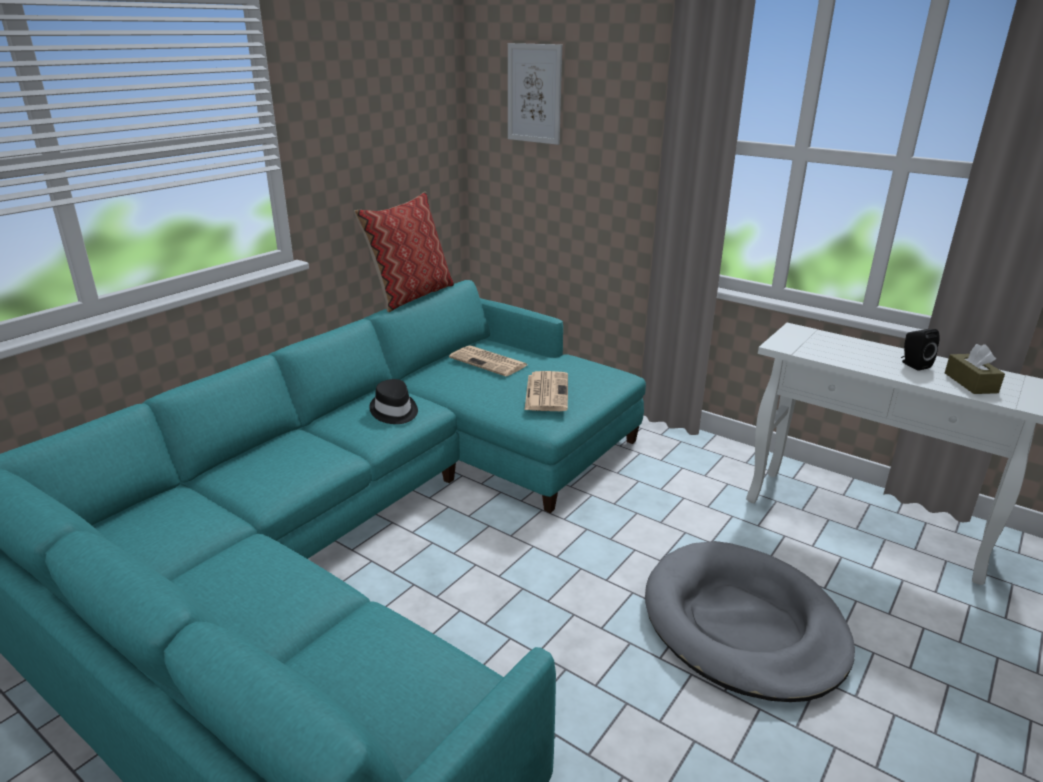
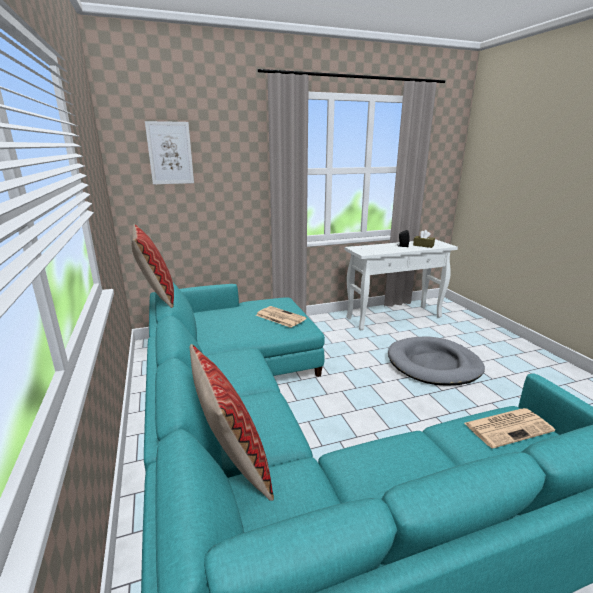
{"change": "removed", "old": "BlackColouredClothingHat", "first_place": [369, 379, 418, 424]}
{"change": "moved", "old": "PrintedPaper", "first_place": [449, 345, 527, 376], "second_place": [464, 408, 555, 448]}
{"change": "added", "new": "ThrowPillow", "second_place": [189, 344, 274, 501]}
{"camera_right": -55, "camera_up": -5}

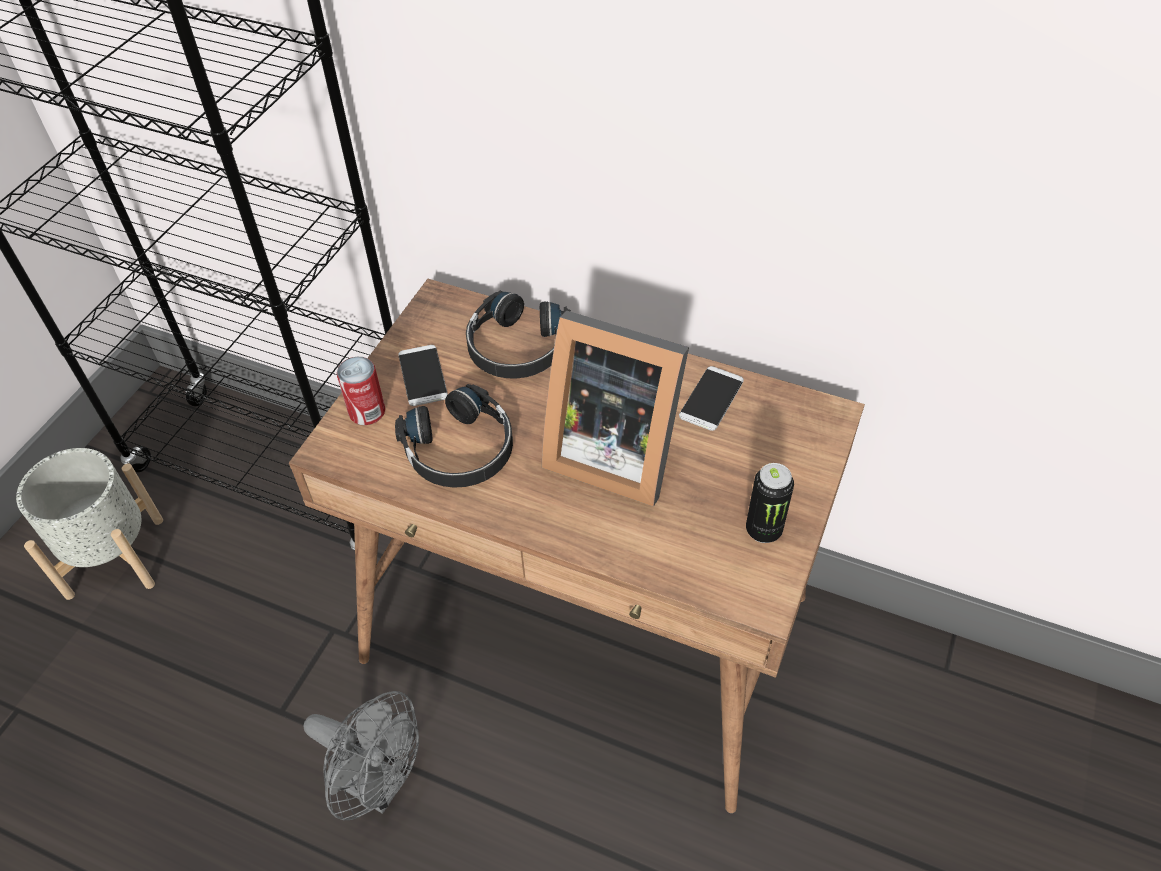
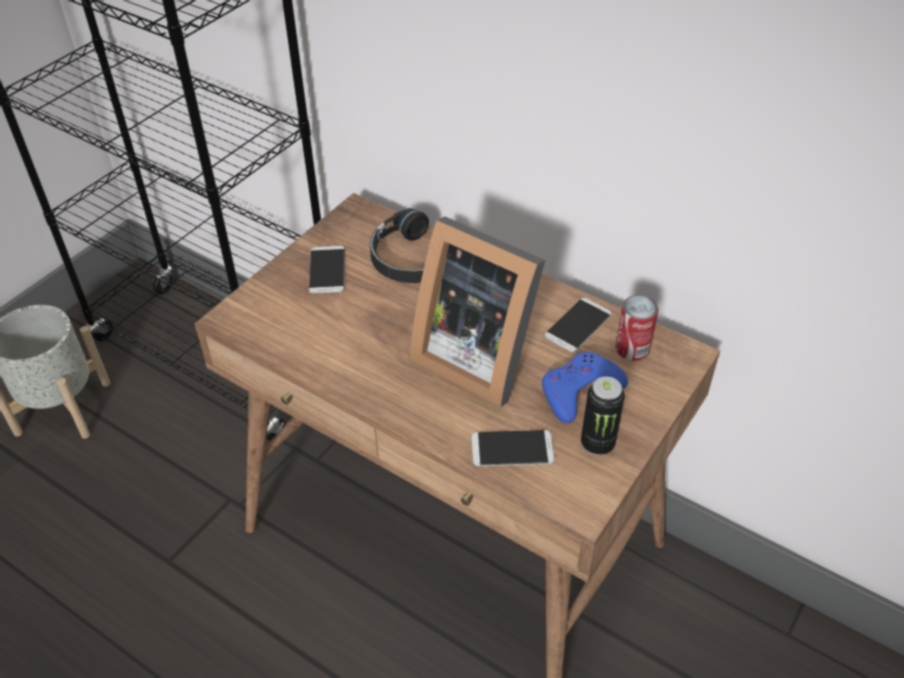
{"change": "removed", "old": "GreyishFan", "first_place": [304, 691, 419, 820]}
{"change": "moved", "old": "MetalCan", "first_place": [337, 357, 385, 425], "second_place": [615, 295, 659, 361]}
{"change": "removed", "old": "BlackColouredHeadset", "first_place": [395, 384, 513, 488]}
{"change": "added", "new": "Phone", "second_place": [471, 430, 555, 466]}
{"change": "added", "new": "BlueGamepad", "second_place": [542, 352, 628, 423]}
{"camera_right": 10, "camera_up": -5}

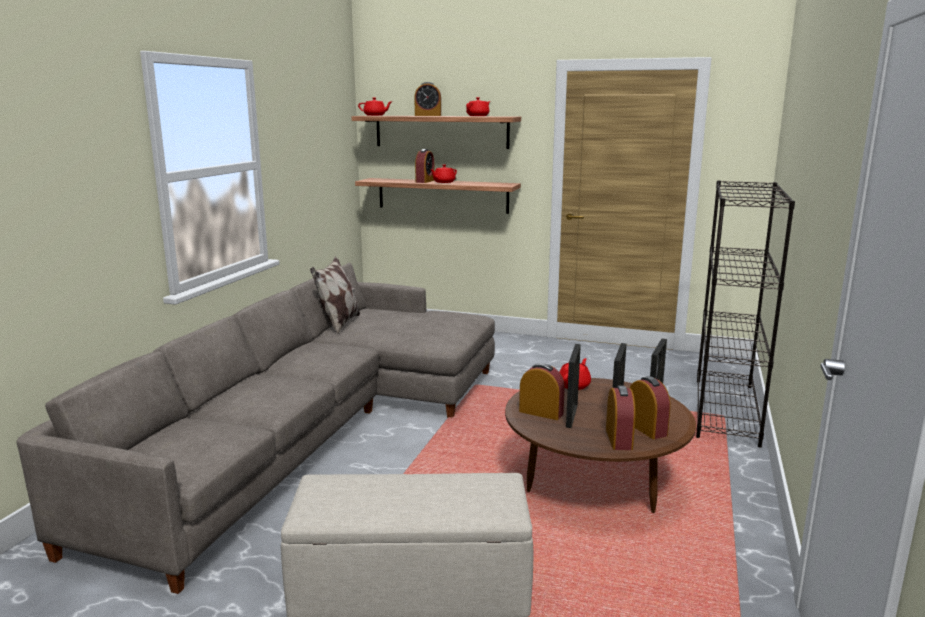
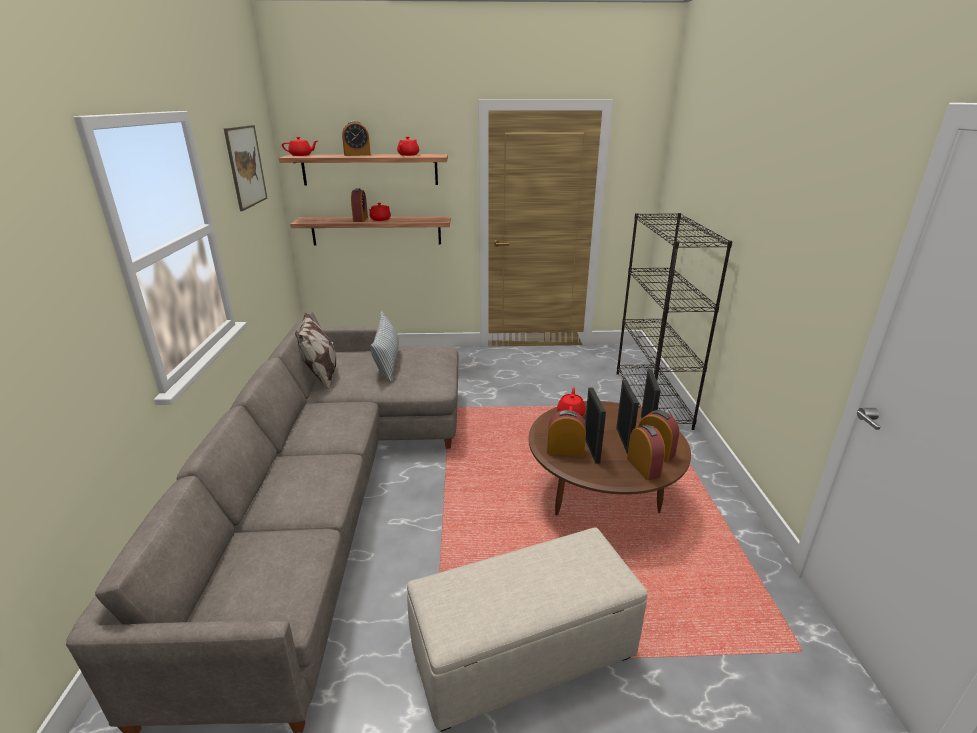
{"change": "added", "new": "WallPicture", "second_place": [224, 125, 267, 211]}
{"change": "added", "new": "ThrowPillow", "second_place": [371, 311, 399, 383]}
{"camera_right": -20, "camera_up": 10}

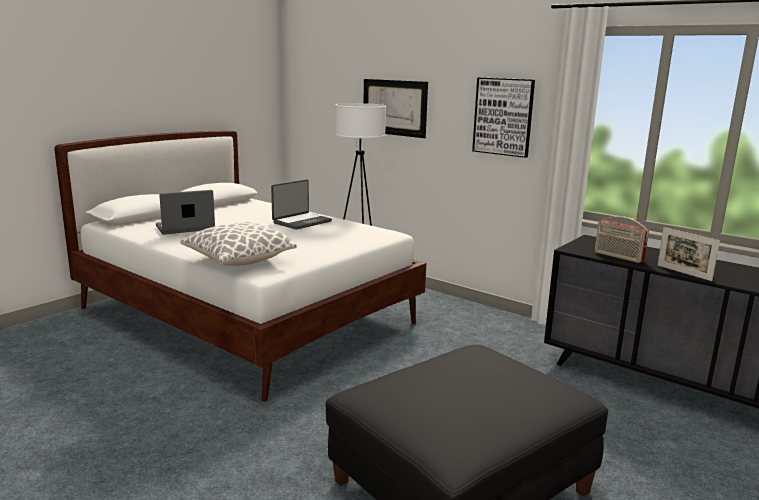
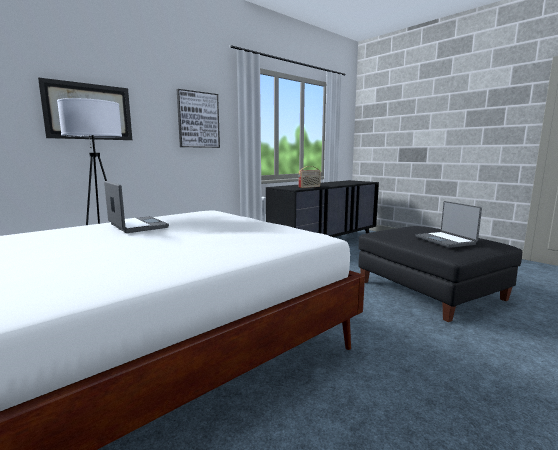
{"change": "moved", "old": "PortableComputer", "first_place": [156, 190, 215, 235], "second_place": [415, 201, 482, 248]}
{"change": "removed", "old": "ThrowPillow", "first_place": [180, 222, 297, 266]}
{"change": "removed", "old": "StandingFrame", "first_place": [658, 227, 720, 281]}
{"camera_right": -80, "camera_up": -5}

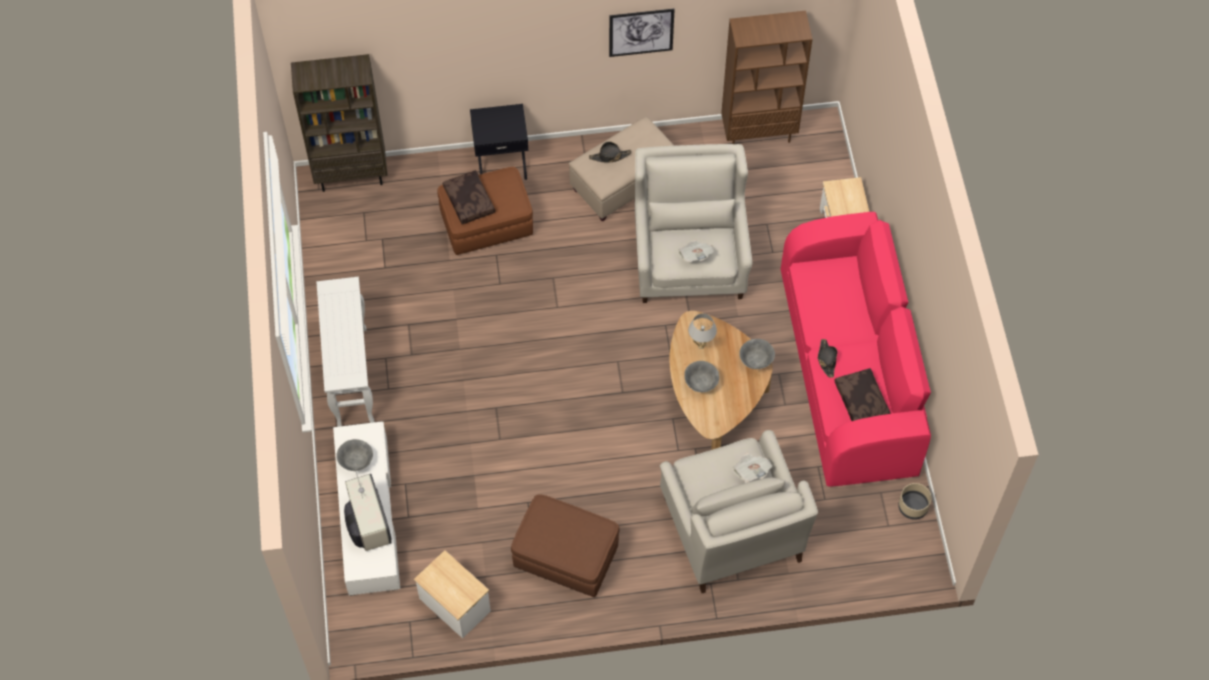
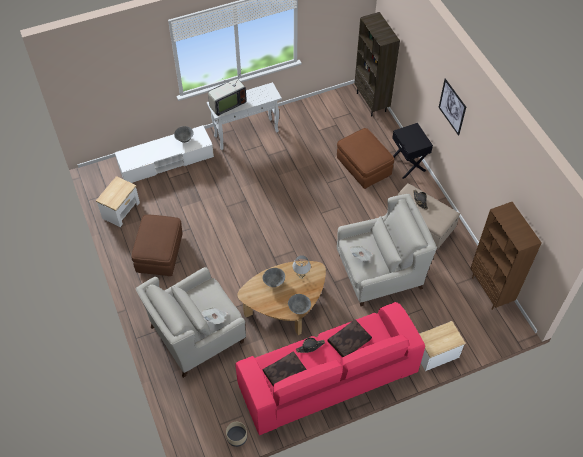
{"change": "moved", "old": "Television", "first_place": [344, 462, 392, 551], "second_place": [208, 70, 247, 116]}
{"change": "moved", "old": "BrownishThrowPillow", "first_place": [443, 170, 495, 224], "second_place": [328, 320, 372, 357]}
{"change": "moved", "old": "WallPicture", "first_place": [609, 9, 675, 57], "second_place": [439, 78, 466, 136]}
{"camera_right": 75, "camera_up": -5}

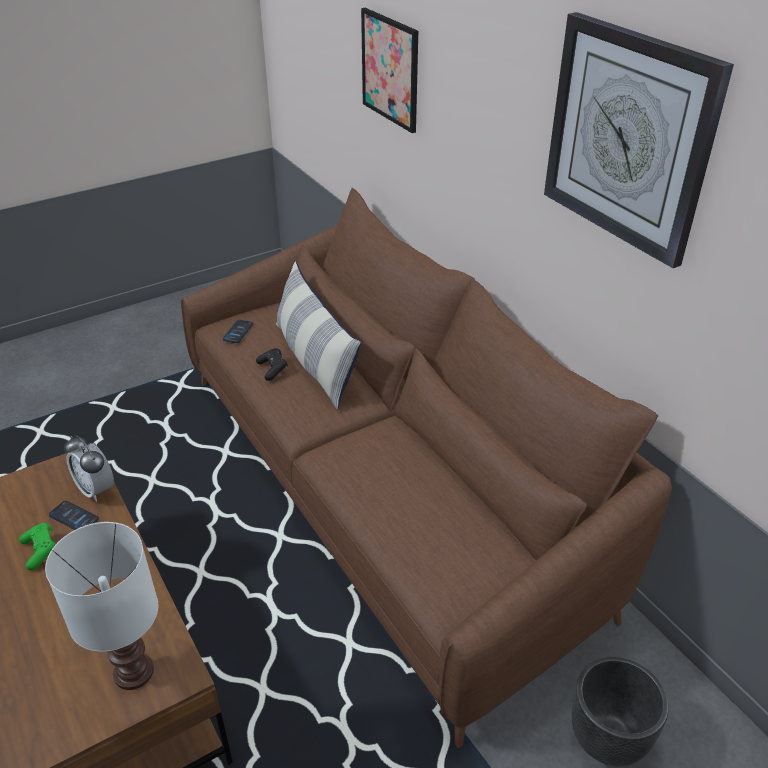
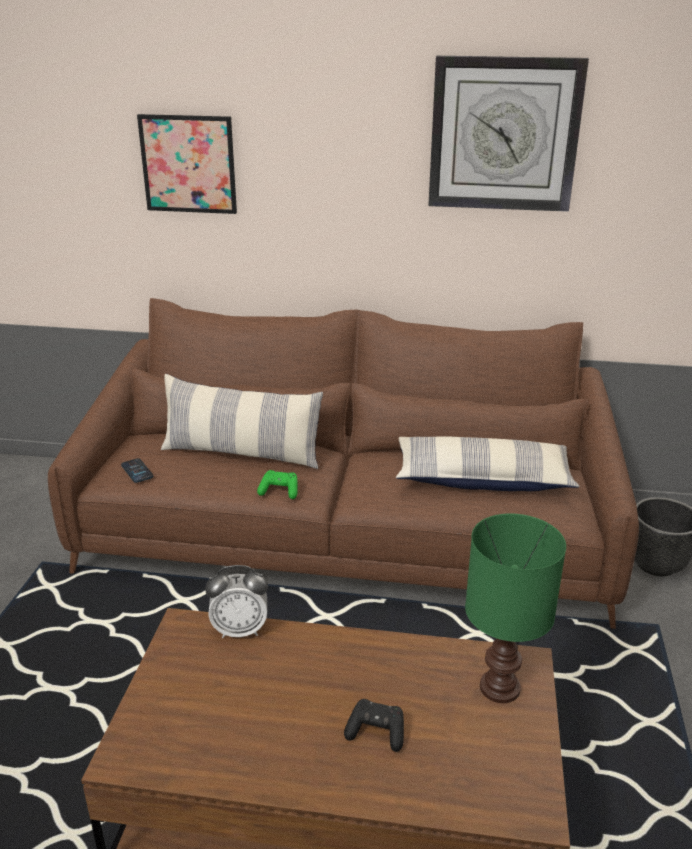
{"change": "moved", "old": "GreenGamepad", "first_place": [19, 523, 56, 570], "second_place": [257, 470, 298, 499]}
{"change": "recoloured", "old": "WhiteLampForATable", "new": "GreenLampForATable", "first_place": [45, 522, 158, 690], "second_place": [465, 513, 566, 703]}
{"change": "removed", "old": "Phone", "first_place": [49, 501, 99, 530]}
{"change": "moved", "old": "BlackColouredGamepad", "first_place": [256, 348, 288, 381], "second_place": [344, 699, 404, 752]}
{"change": "added", "new": "ThrowPillow", "second_place": [396, 436, 580, 491]}
{"camera_right": -50, "camera_up": -10}

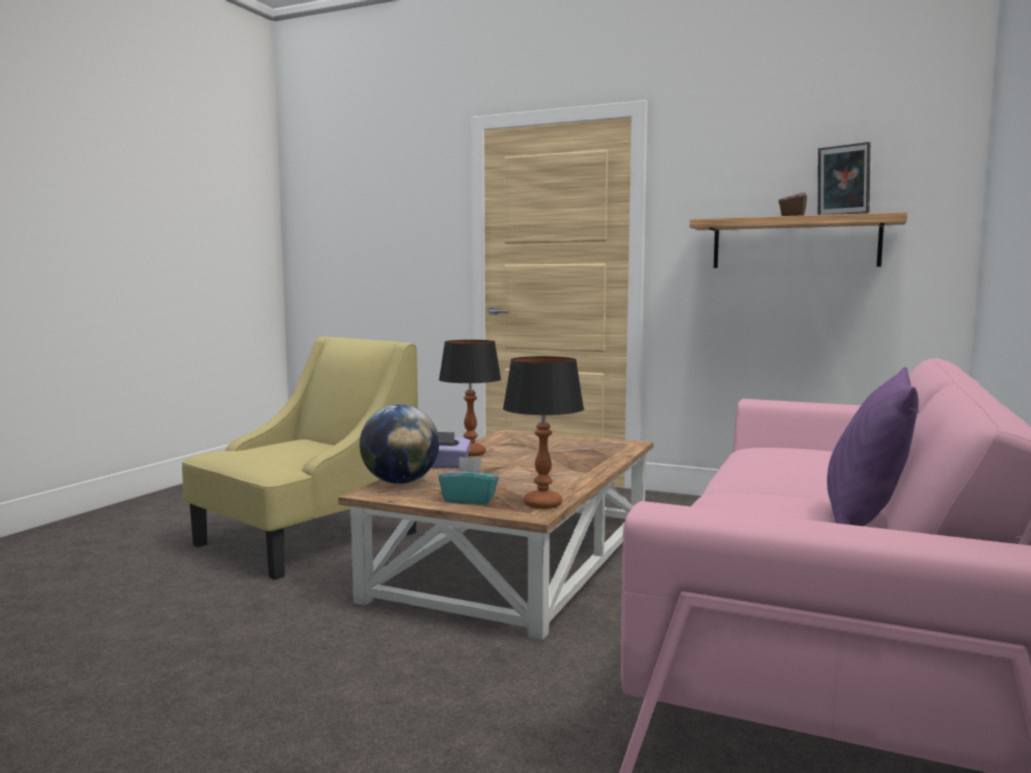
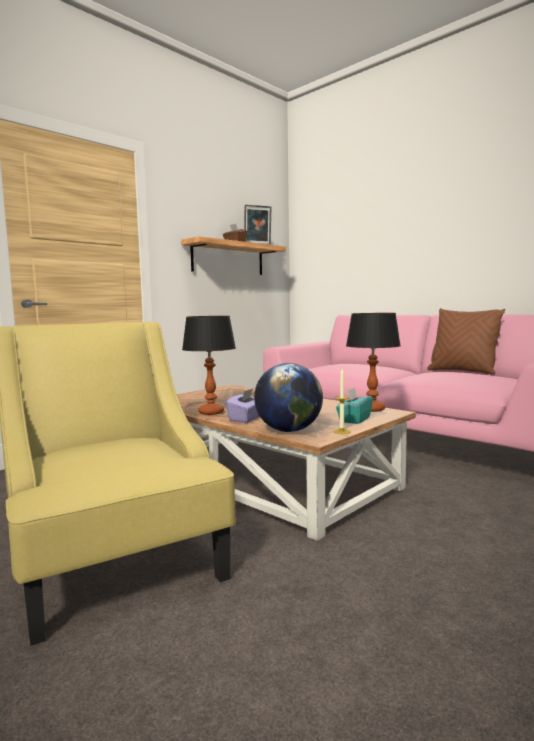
{"change": "recoloured", "old": "PurpleThrowPillow", "new": "BrownishThrowPillow", "first_place": [827, 367, 919, 526], "second_place": [427, 308, 505, 374]}
{"change": "added", "new": "WaxCandle", "second_place": [333, 369, 350, 434]}
{"camera_right": -70, "camera_up": 0}

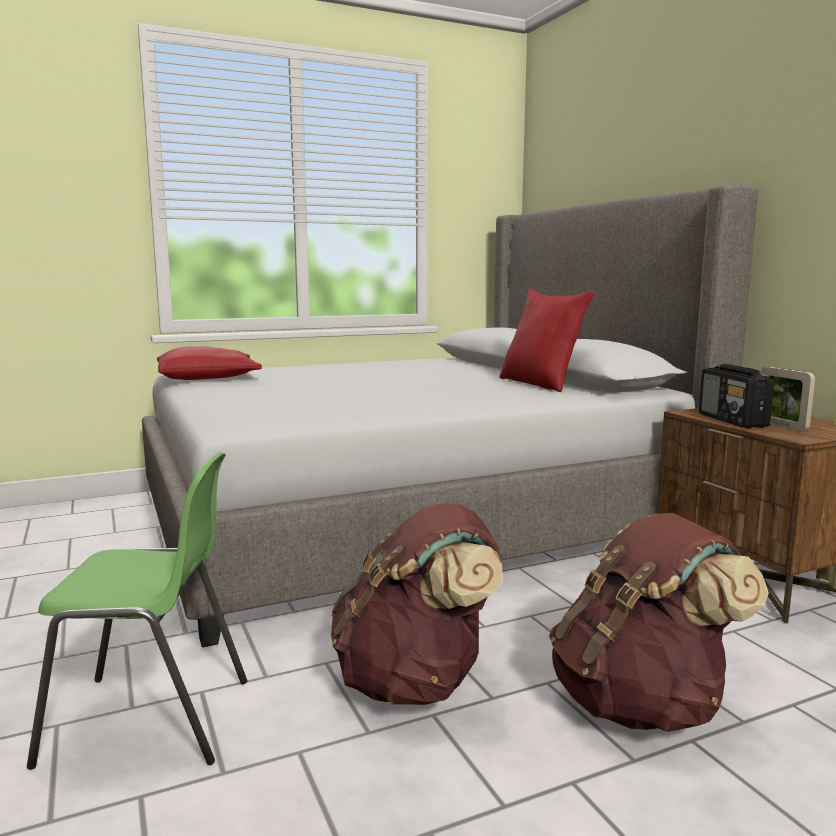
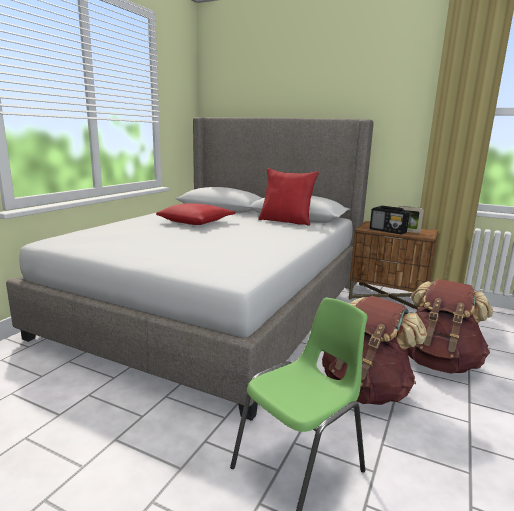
{"change": "moved", "old": "RedThrowPillow", "first_place": [157, 346, 262, 380], "second_place": [156, 203, 236, 225]}
{"camera_right": -40, "camera_up": 5}

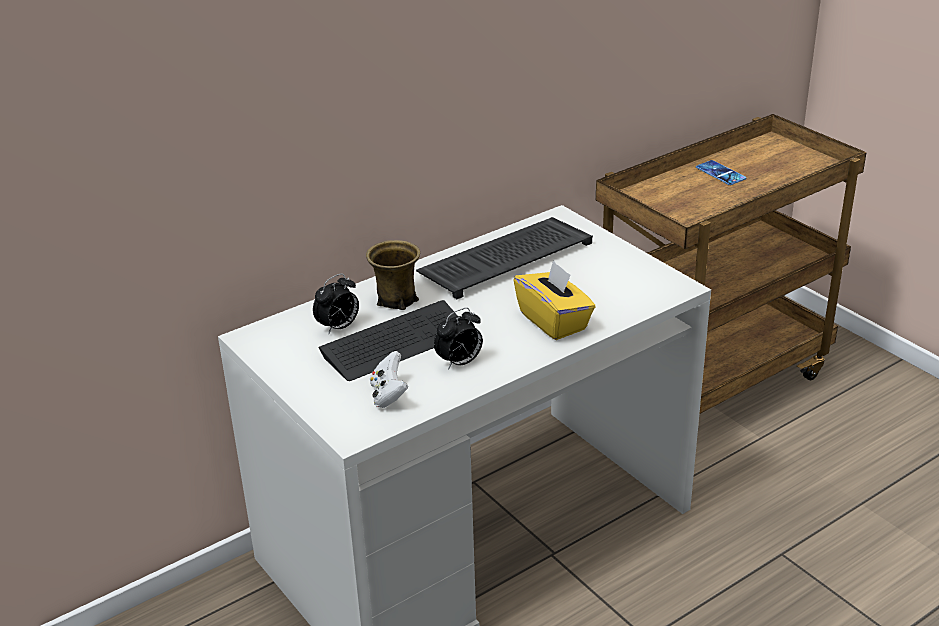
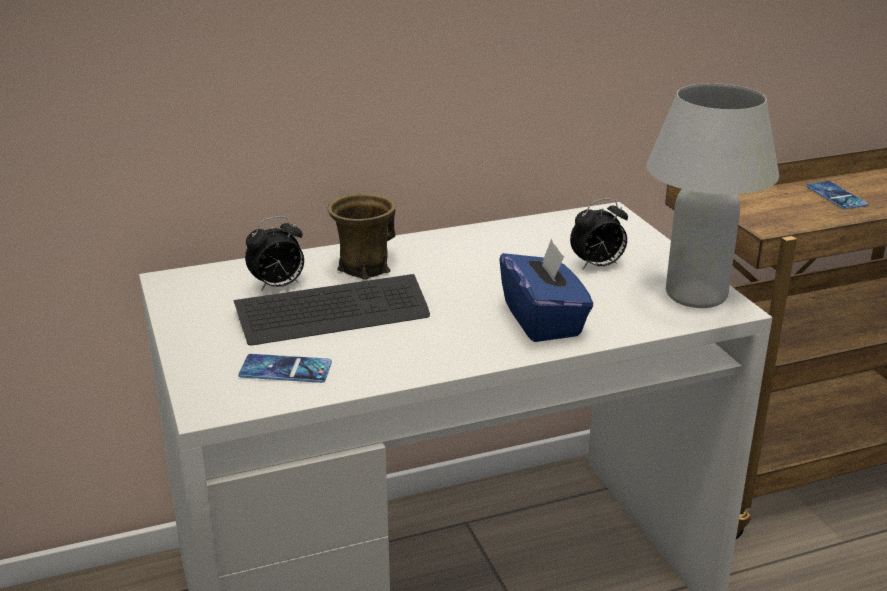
{"change": "replaced", "old": "WhiteGamepad", "new": "Phone", "first_place": [370, 351, 408, 408], "second_place": [238, 354, 332, 383]}
{"change": "removed", "old": "ComputerKeyboard", "first_place": [416, 217, 593, 299]}
{"change": "moved", "old": "TableClock", "first_place": [434, 308, 483, 370], "second_place": [570, 198, 628, 270]}
{"change": "recoloured", "old": "YellowishTissueHolder", "new": "BlueTissueHolder", "first_place": [514, 260, 596, 340], "second_place": [499, 238, 593, 342]}
{"change": "added", "new": "WhiteLampForATable", "second_place": [646, 83, 779, 308]}
{"camera_right": 15, "camera_up": -5}

